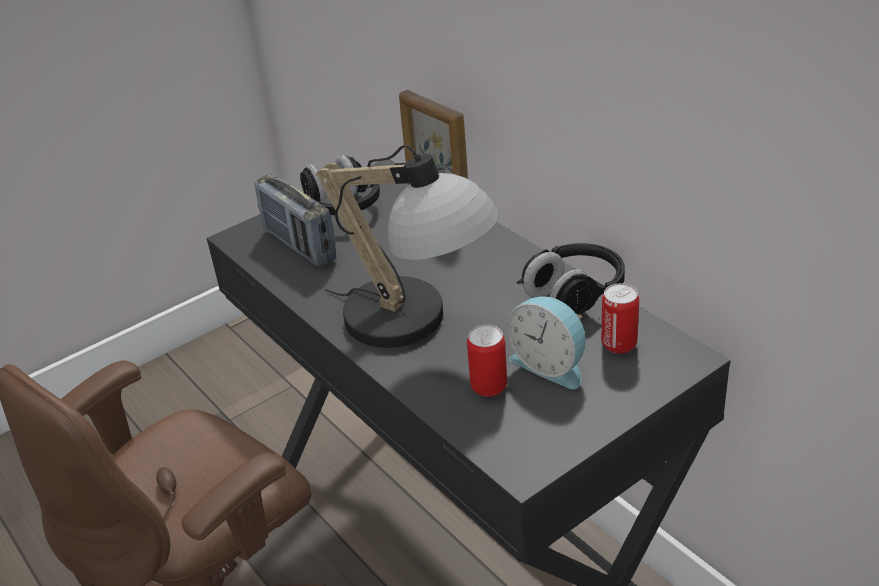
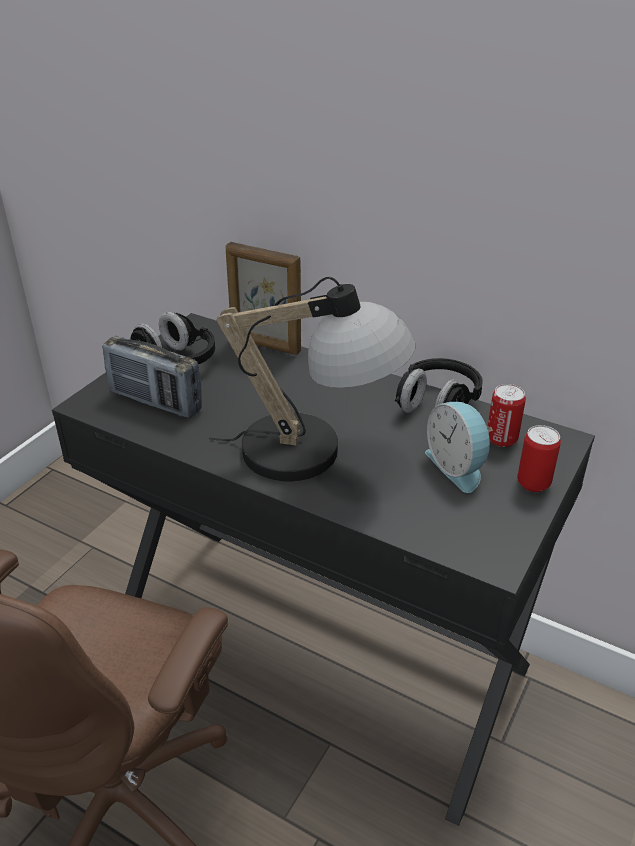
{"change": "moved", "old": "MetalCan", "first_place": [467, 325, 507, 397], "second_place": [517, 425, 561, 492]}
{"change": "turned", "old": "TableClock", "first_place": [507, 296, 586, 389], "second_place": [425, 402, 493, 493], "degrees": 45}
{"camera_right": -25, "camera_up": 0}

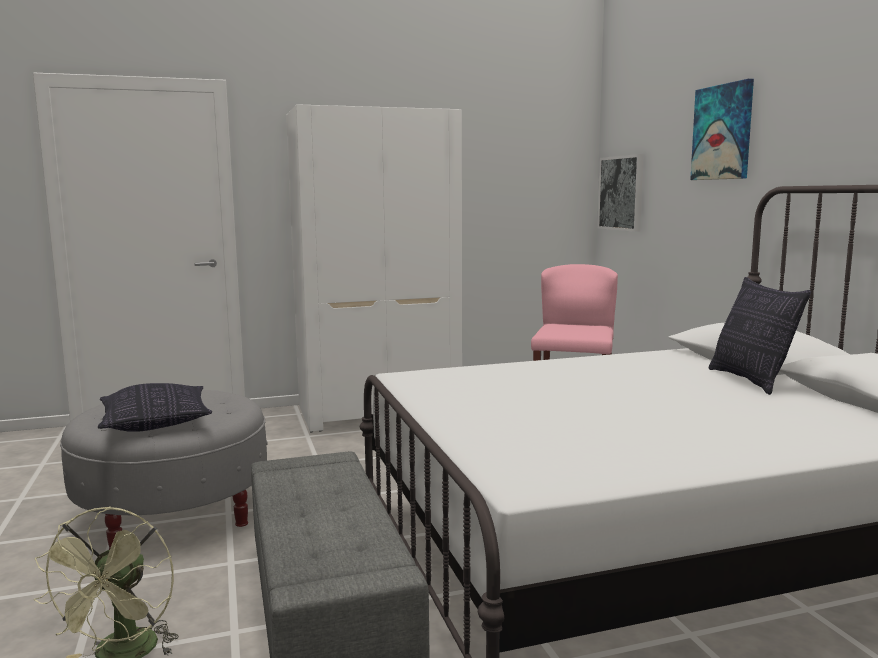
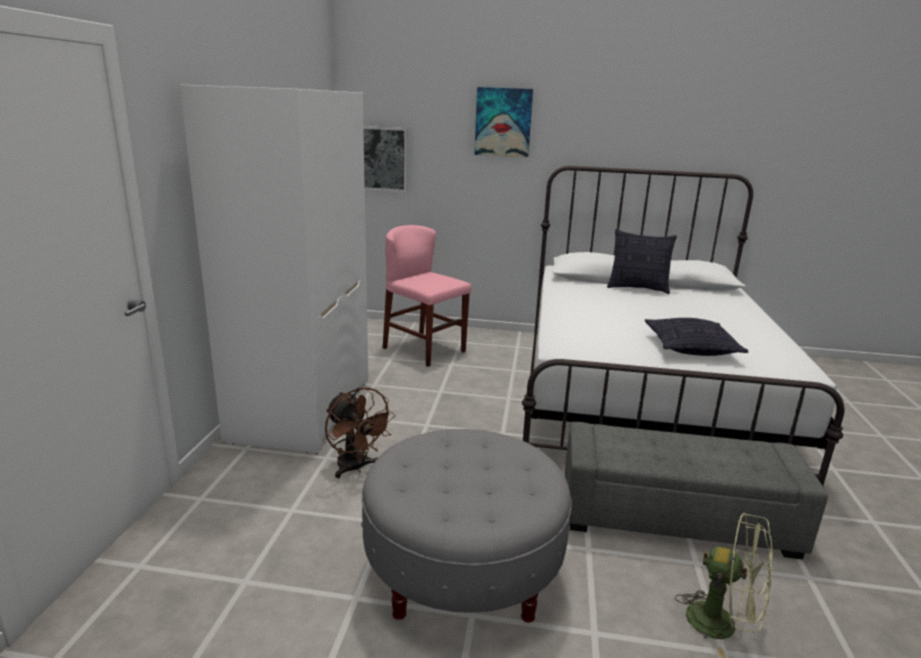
{"change": "moved", "old": "ThrowPillow", "first_place": [98, 383, 212, 432], "second_place": [645, 318, 748, 356]}
{"change": "added", "new": "BrownishFan", "second_place": [325, 387, 396, 478]}
{"camera_right": -65, "camera_up": 10}

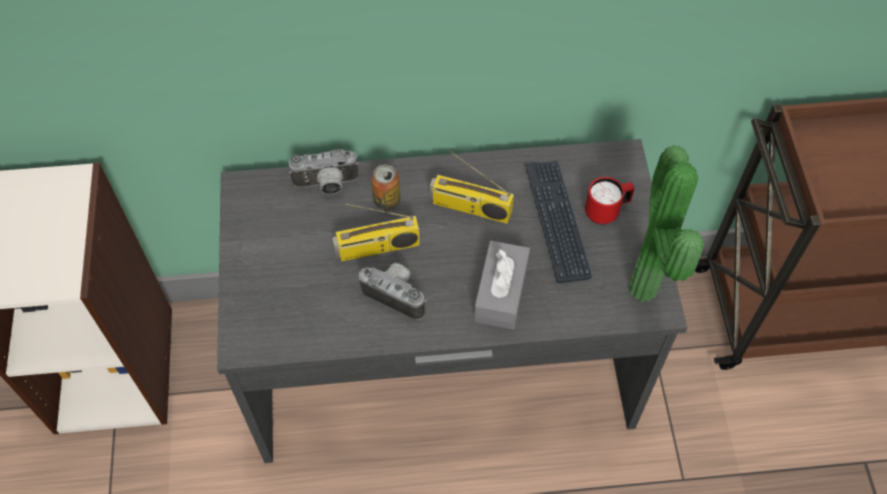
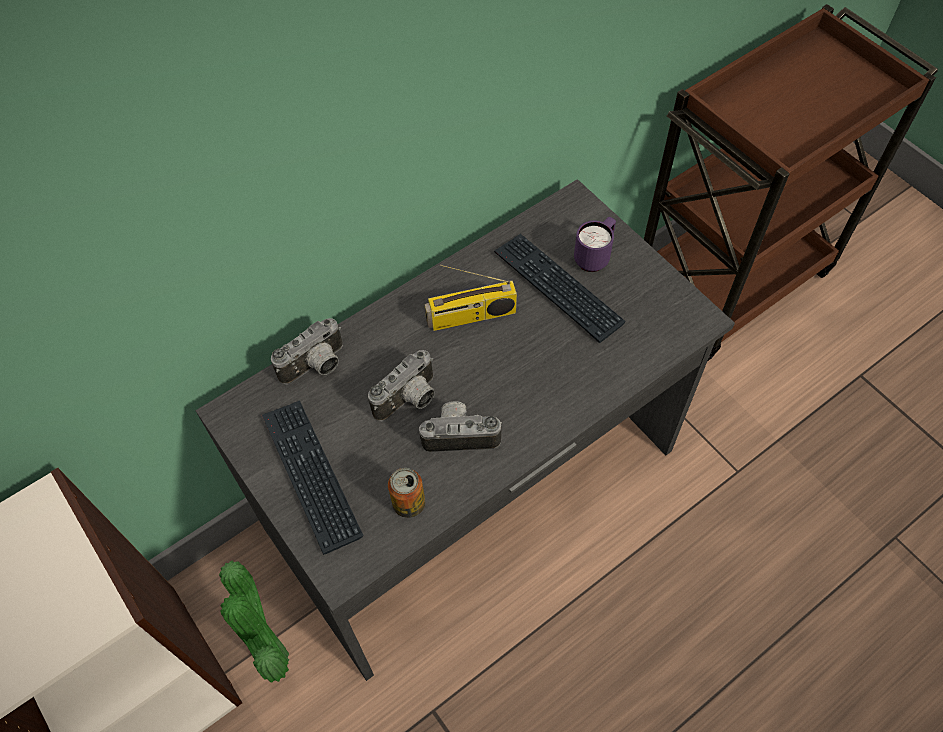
{"change": "replaced", "old": "Radio", "new": "StillCamera", "first_place": [332, 203, 420, 261], "second_place": [368, 350, 435, 422]}
{"change": "moved", "old": "MetalCan", "first_place": [371, 164, 401, 210], "second_place": [388, 468, 425, 518]}
{"change": "removed", "old": "GreyishTissueHolder", "first_place": [474, 241, 530, 330]}
{"change": "recoloured", "old": "RedCoffeeMug", "new": "PurpleCoffeeMug", "first_place": [585, 177, 635, 225], "second_place": [574, 217, 616, 272]}
{"change": "moved", "old": "PottedPlant", "first_place": [628, 145, 704, 302], "second_place": [219, 561, 289, 682]}
{"change": "added", "new": "ComputerKeyboard", "second_place": [262, 400, 364, 555]}
{"camera_right": -30, "camera_up": 0}

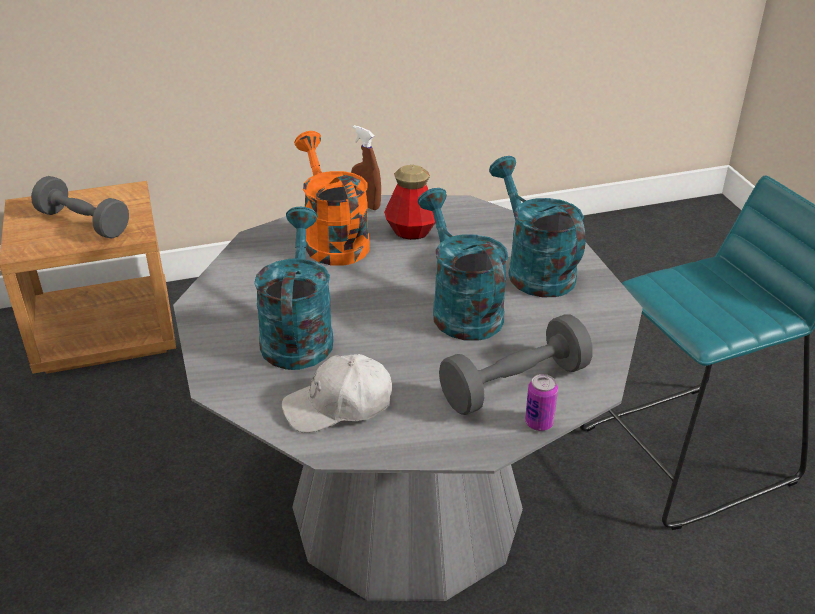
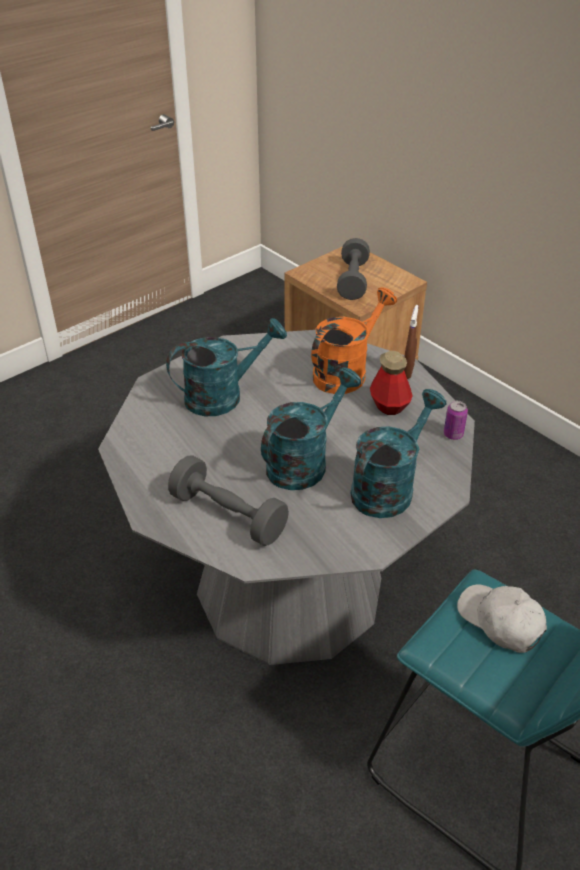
{"change": "moved", "old": "WhiteCap", "first_place": [282, 354, 392, 433], "second_place": [457, 584, 547, 653]}
{"change": "moved", "old": "MetalCan", "first_place": [525, 374, 558, 431], "second_place": [444, 401, 468, 440]}
{"camera_right": 65, "camera_up": 5}

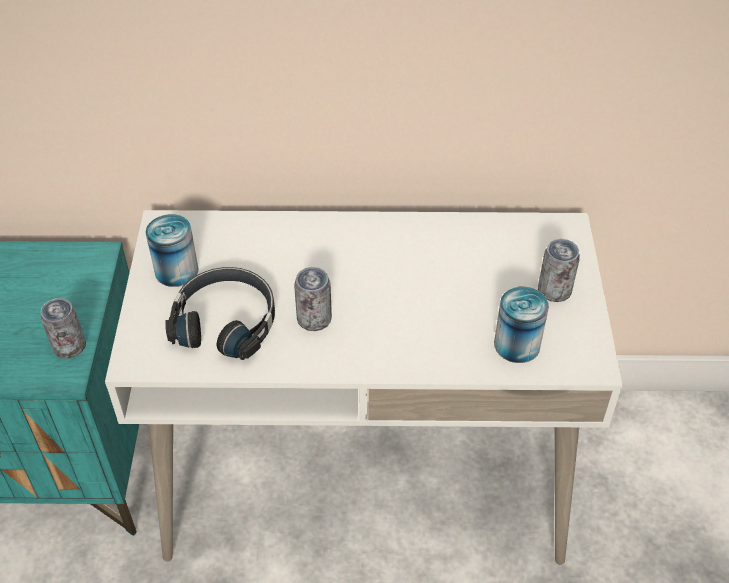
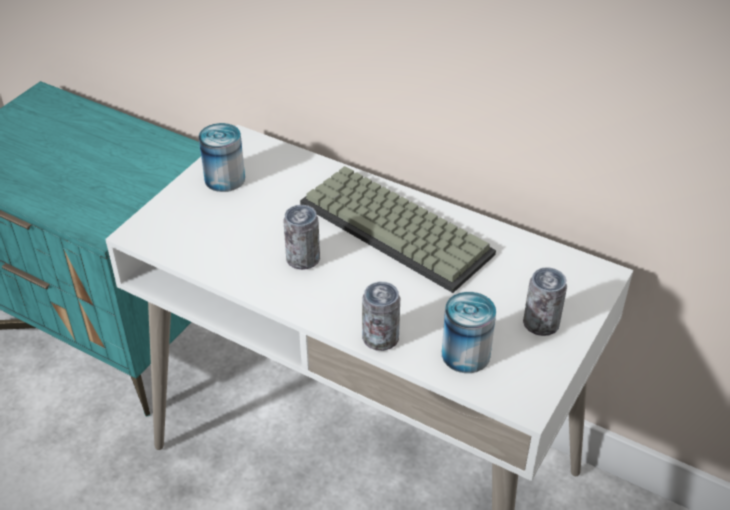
{"change": "moved", "old": "MetalCan", "first_place": [40, 298, 86, 359], "second_place": [362, 282, 400, 351]}
{"change": "removed", "old": "BlackColouredHeadset", "first_place": [165, 267, 275, 360]}
{"change": "added", "new": "ComputerKeyboard", "second_place": [300, 166, 496, 293]}
{"camera_right": 30, "camera_up": -5}

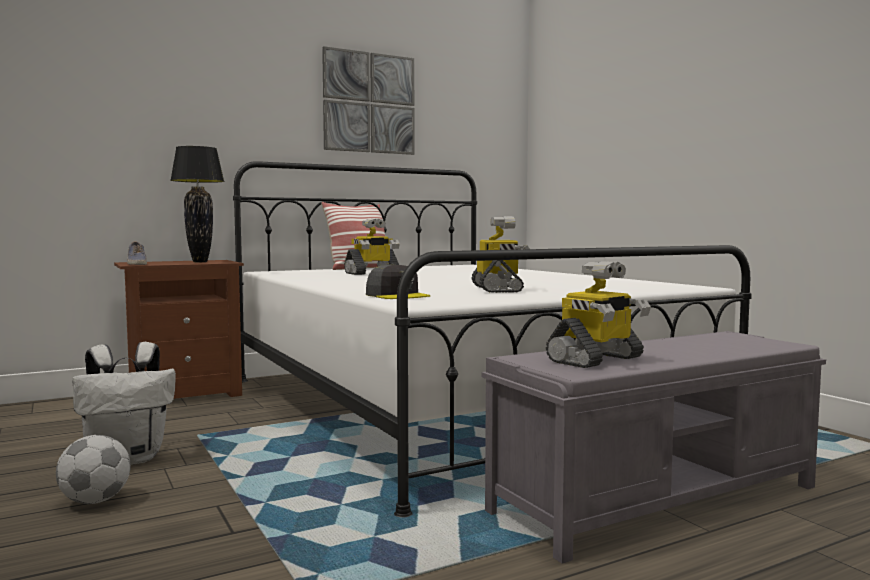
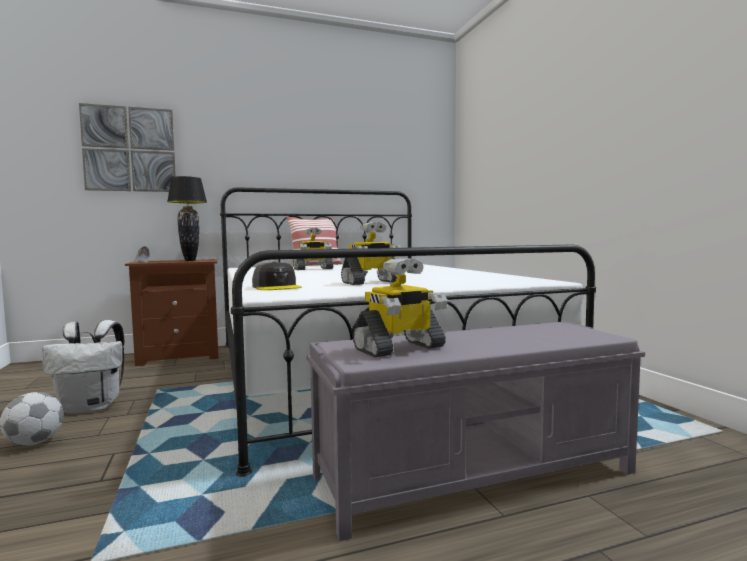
{"change": "moved", "old": "WallPicture", "first_place": [322, 46, 415, 155], "second_place": [79, 103, 176, 192]}
{"change": "turned", "old": "ModelRobot", "first_place": [472, 216, 530, 293], "second_place": [341, 222, 401, 285], "degrees": 60}
{"camera_right": 10, "camera_up": 0}

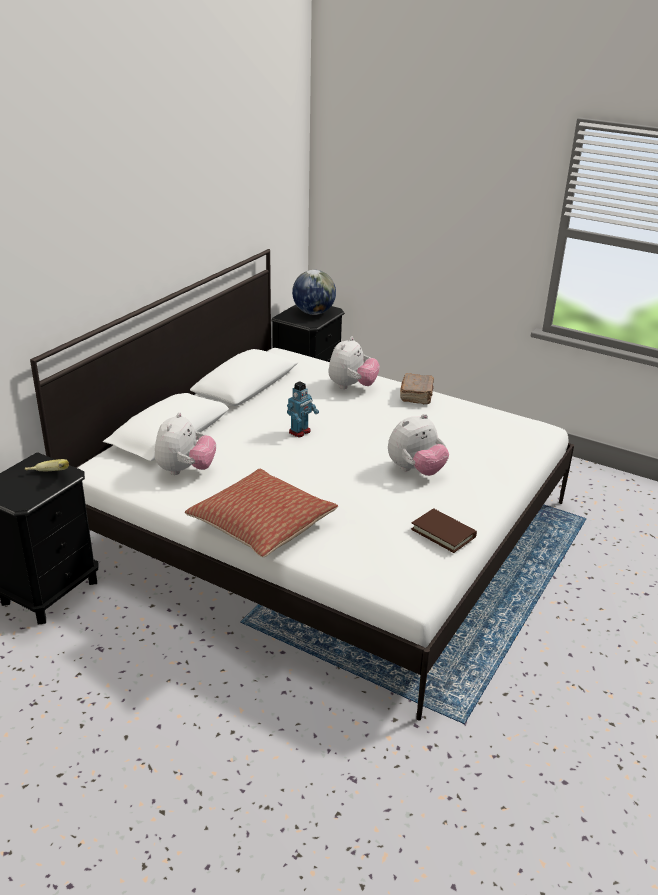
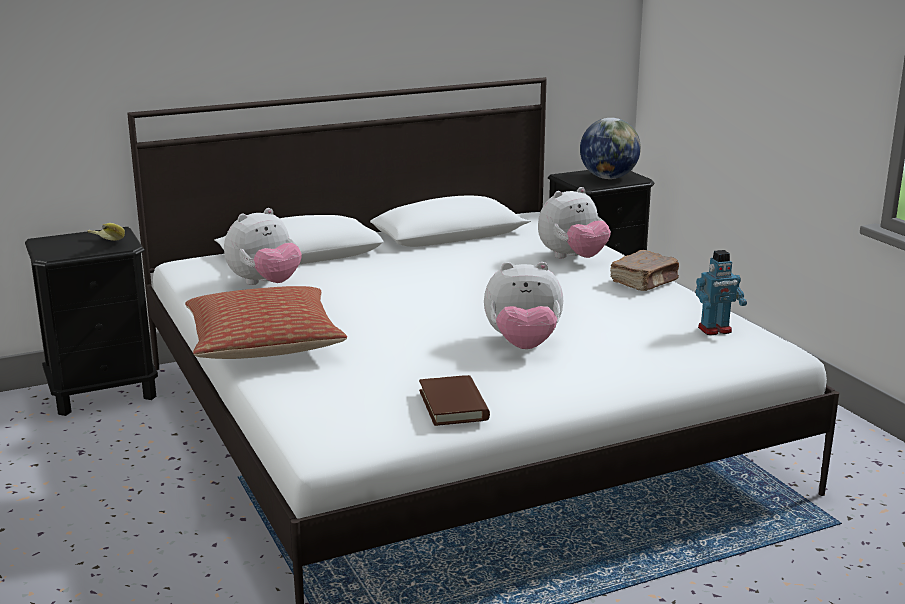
{"change": "moved", "old": "ModelRobot", "first_place": [287, 382, 319, 437], "second_place": [695, 250, 747, 335]}
{"camera_right": 35, "camera_up": -10}

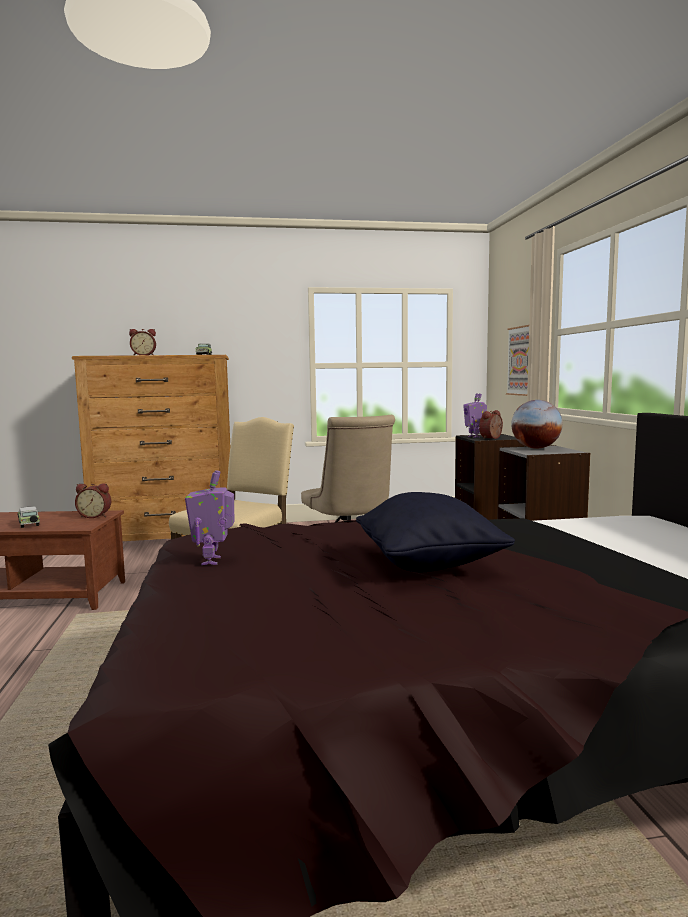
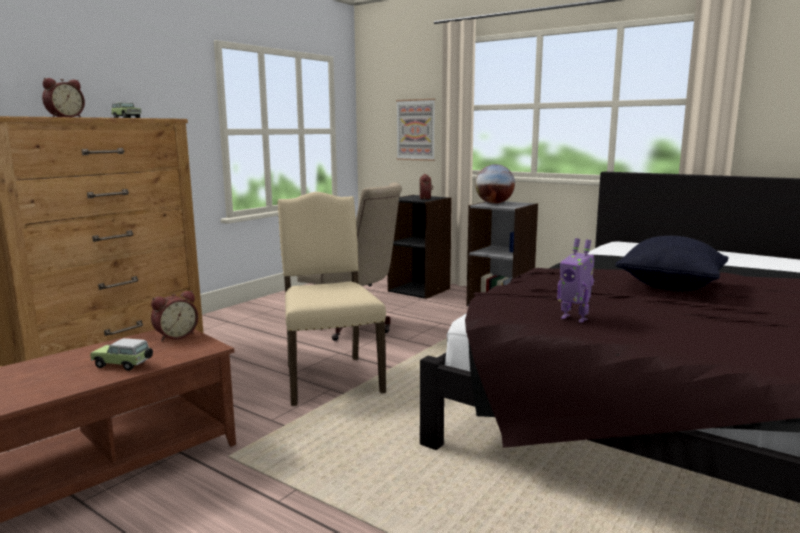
{"change": "removed", "old": "ModelRobot", "first_place": [463, 393, 487, 438]}
{"camera_right": -45, "camera_up": 5}

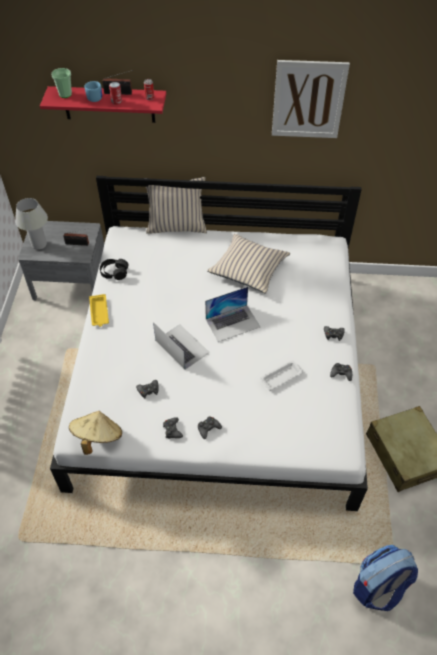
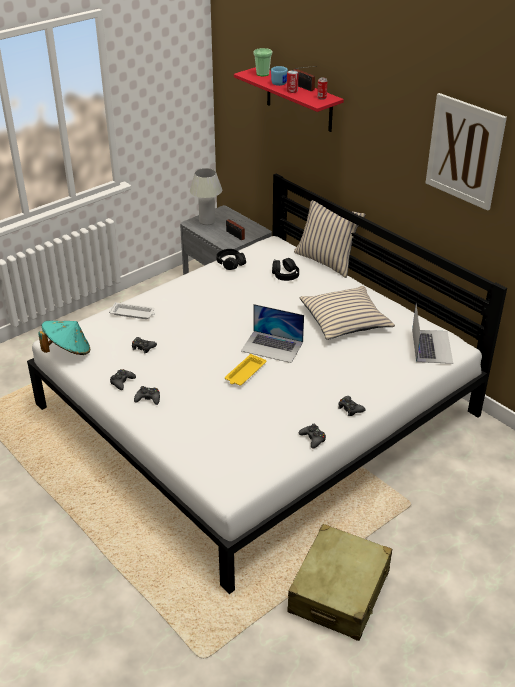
{"change": "recoloured", "old": "BeigeClothingHat", "new": "TurquoiseClothingHat", "first_place": [69, 411, 122, 455], "second_place": [38, 321, 90, 355]}
{"change": "moved", "old": "YellowishTray", "first_place": [89, 294, 109, 327], "second_place": [225, 354, 266, 385]}
{"change": "moved", "old": "PortableComputer", "first_place": [153, 322, 210, 370], "second_place": [412, 305, 453, 364]}
{"change": "moved", "old": "WhiteTray", "first_place": [260, 360, 303, 391], "second_place": [109, 302, 155, 319]}
{"change": "removed", "old": "Rucksack", "first_place": [353, 545, 418, 611]}
{"change": "added", "new": "BlackColouredHeadset", "second_place": [272, 258, 299, 281]}
{"camera_right": 45, "camera_up": -15}

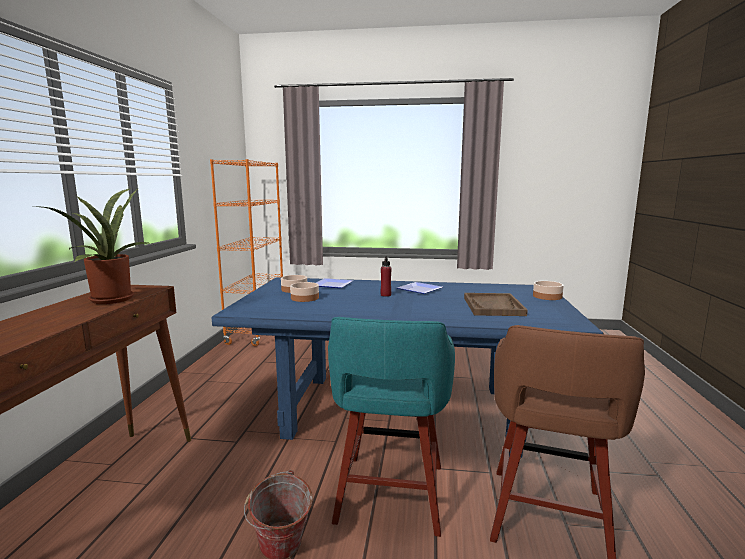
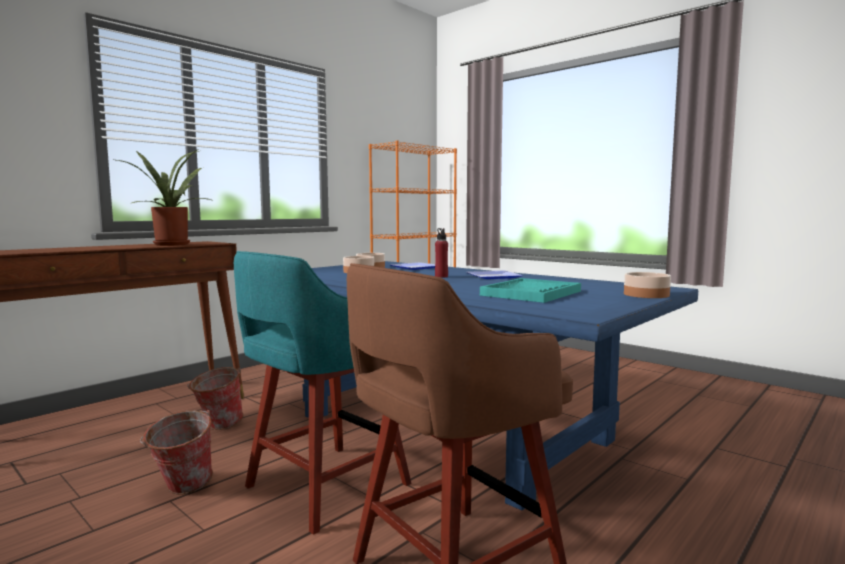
{"change": "recoloured", "old": "BrownishTray", "new": "TurquoiseTray", "first_place": [464, 293, 528, 316], "second_place": [480, 278, 581, 303]}
{"change": "added", "new": "WaterBucket", "second_place": [187, 367, 244, 430]}
{"camera_right": 35, "camera_up": -5}

